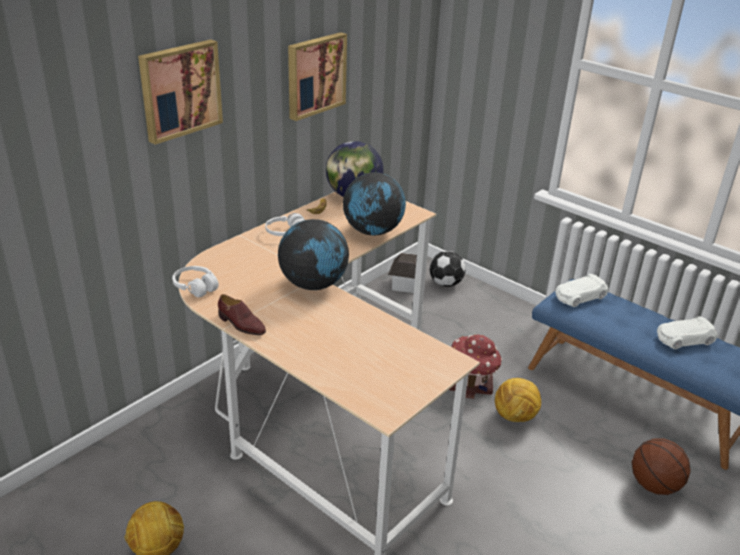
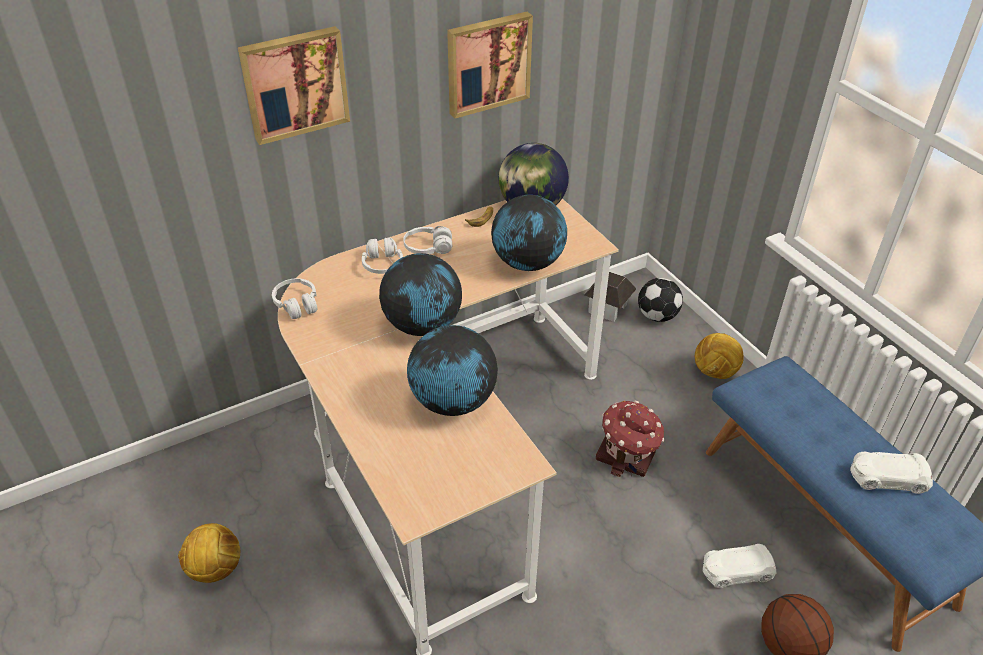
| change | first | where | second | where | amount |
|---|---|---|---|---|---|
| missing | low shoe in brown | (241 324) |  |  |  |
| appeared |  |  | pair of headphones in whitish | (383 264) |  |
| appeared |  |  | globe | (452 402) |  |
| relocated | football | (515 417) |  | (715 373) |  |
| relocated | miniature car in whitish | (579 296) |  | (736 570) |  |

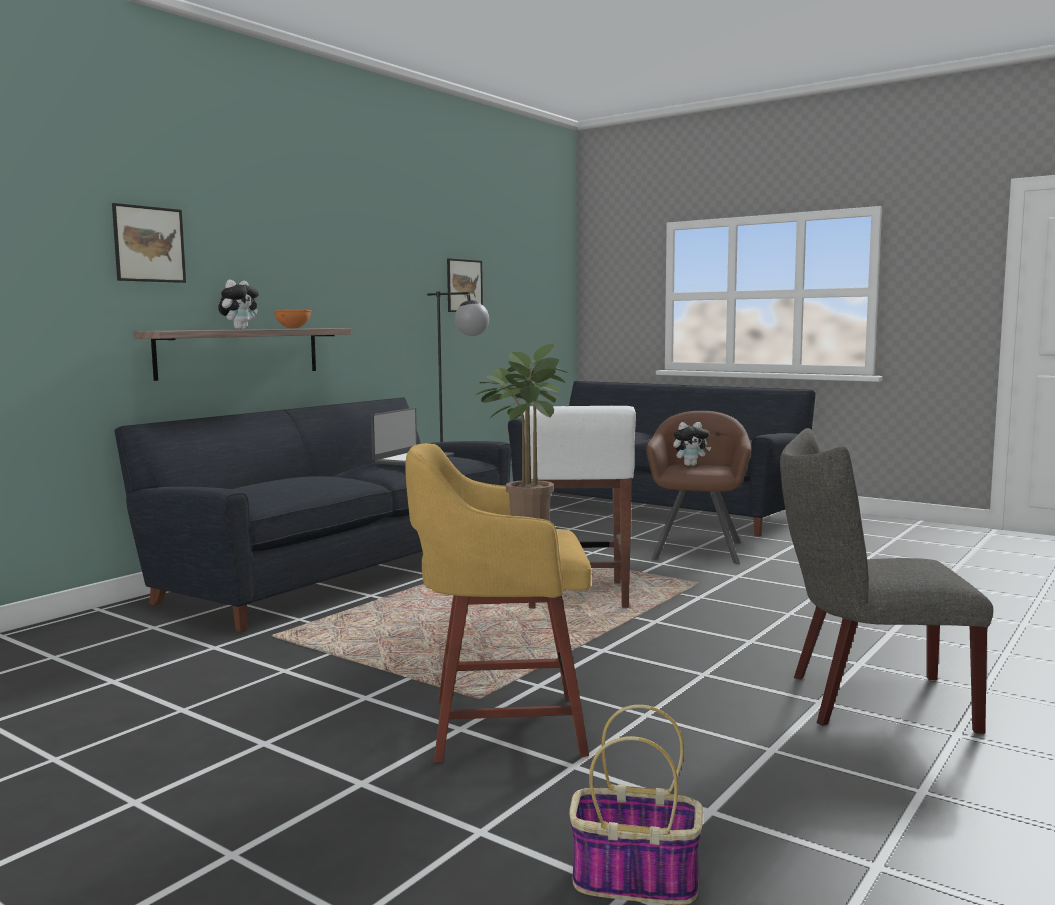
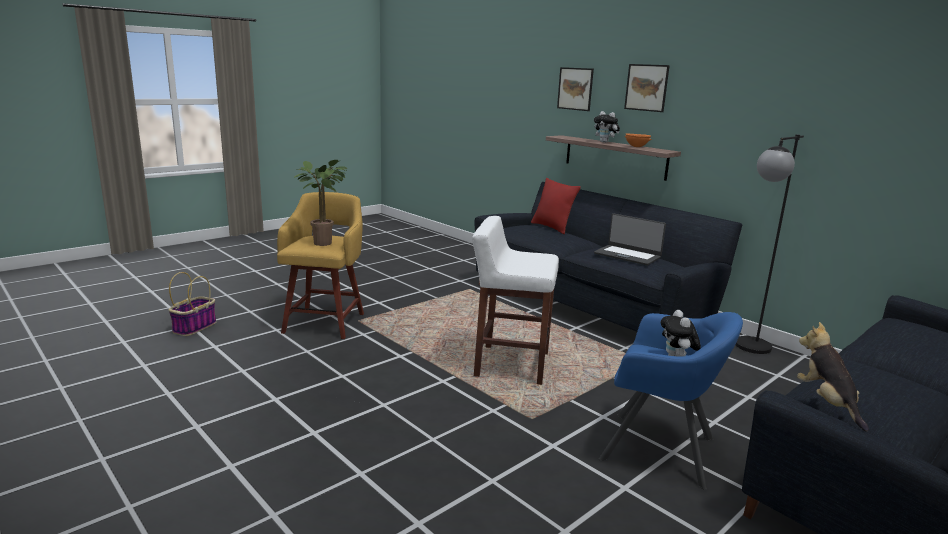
| change | first | where | second | where | amount |
|---|---|---|---|---|---|
| missing | chair in grey | (868 701) |  |  |  |
| appeared |  |  | cushion in red | (552 227) |  |
| appeared |  |  | soft toy | (827 403) |  |
| relocated | picture | (464 285) |  | (646 87) |  |
| colour | armchair in brown | (698 550) | armchair in blue-coloured | (659 449) |  |

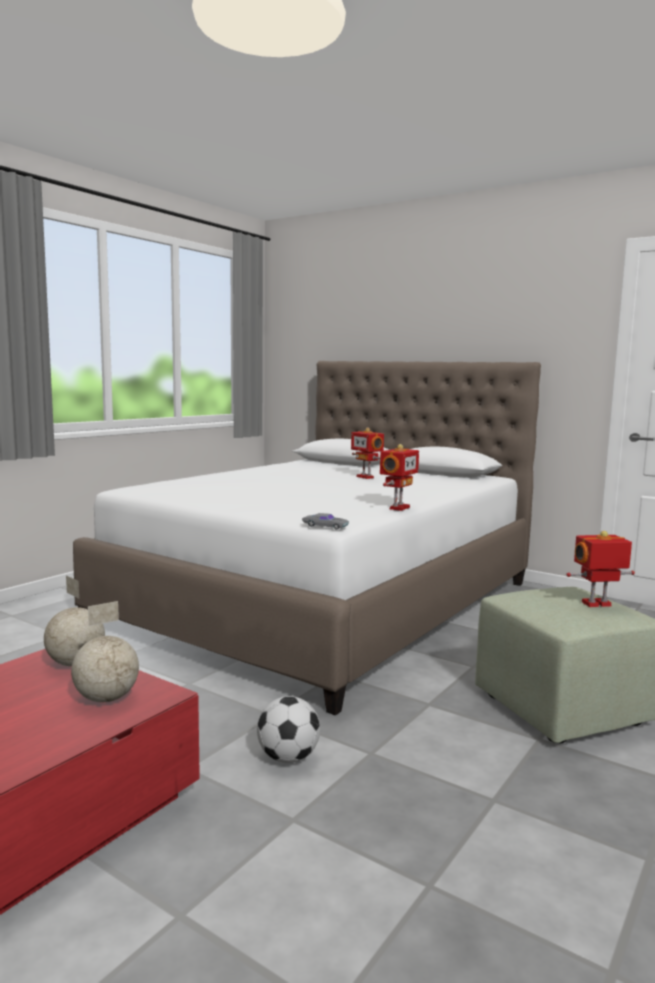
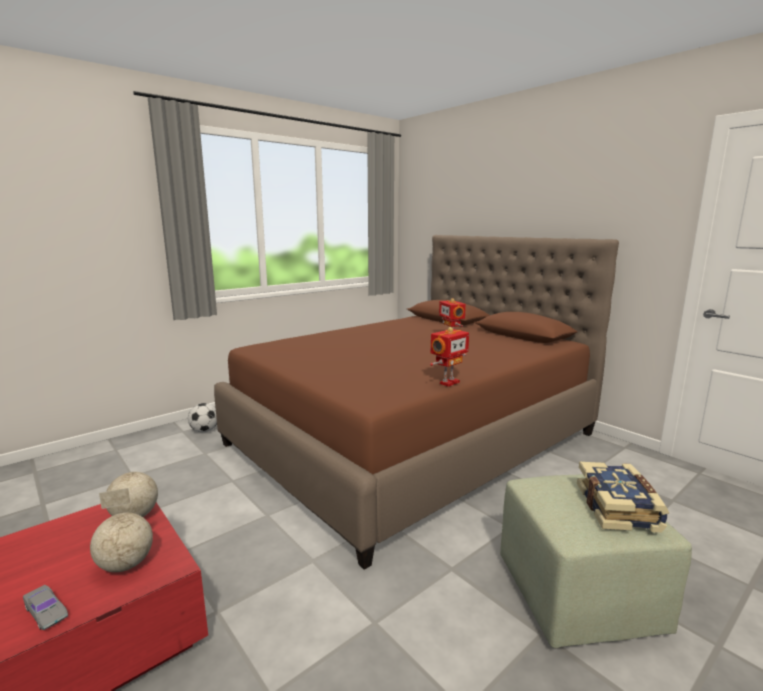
| change | first | where | second | where | amount |
|---|---|---|---|---|---|
| relocated | football | (288 758) |  | (204 430) |  |
| relocated | miniature car in grey | (325 526) |  | (46 611) |  |
| exchanged | robot figure | (597 604) | book | (619 508) |  |
| colour | bed in whitish | (325 602) | bed in brown | (412 439) |  |

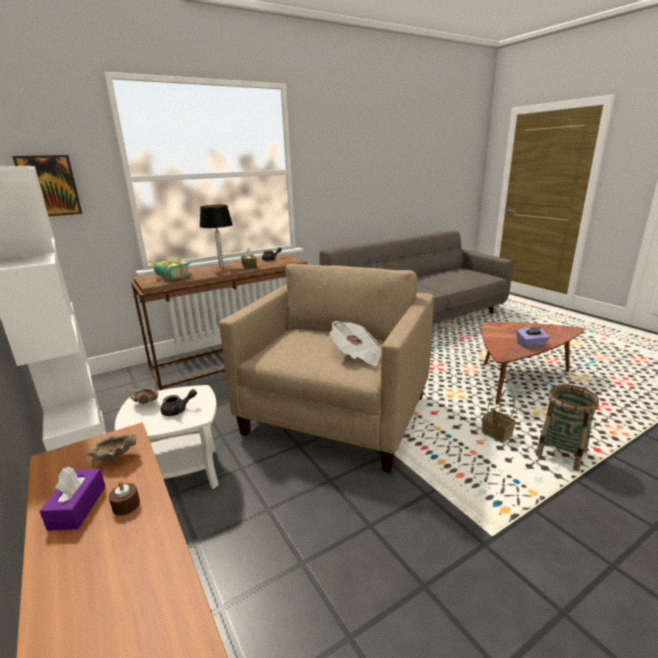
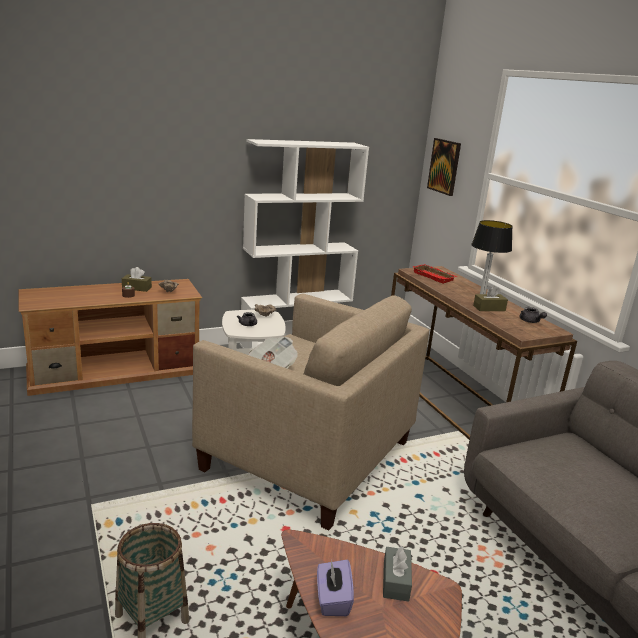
| change | first | where | second | where | amount |
|---|---|---|---|---|---|
| missing | household basket | (497 434) |  |  |  |
| appeared |  |  | tissue holder in grey | (396 581) |  |
| exchanged | book | (170 278) | tray in red | (434 276) |  |
| colour | tissue holder in purple-coloured | (78 507) | tissue holder in brown | (136 288) |  |

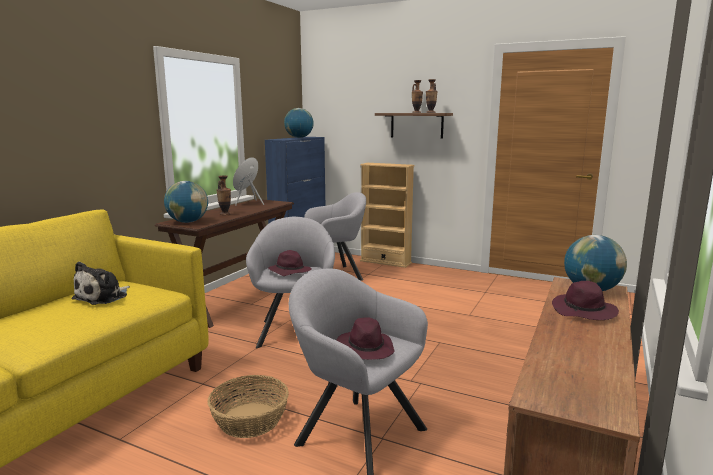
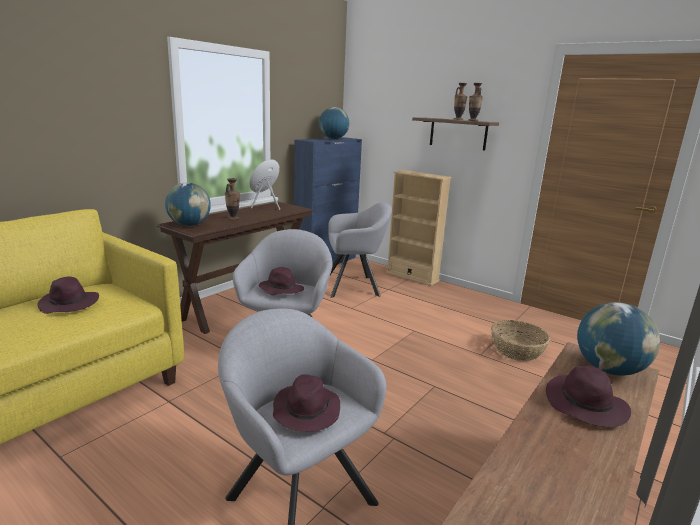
| change | first | where | second | where | amount |
|---|---|---|---|---|---|
| relocated | household basket | (250 420) |  | (517 350) |  |
| exchanged | soft toy | (103 297) | clothing hat in purple-coloured | (70 304) |  |

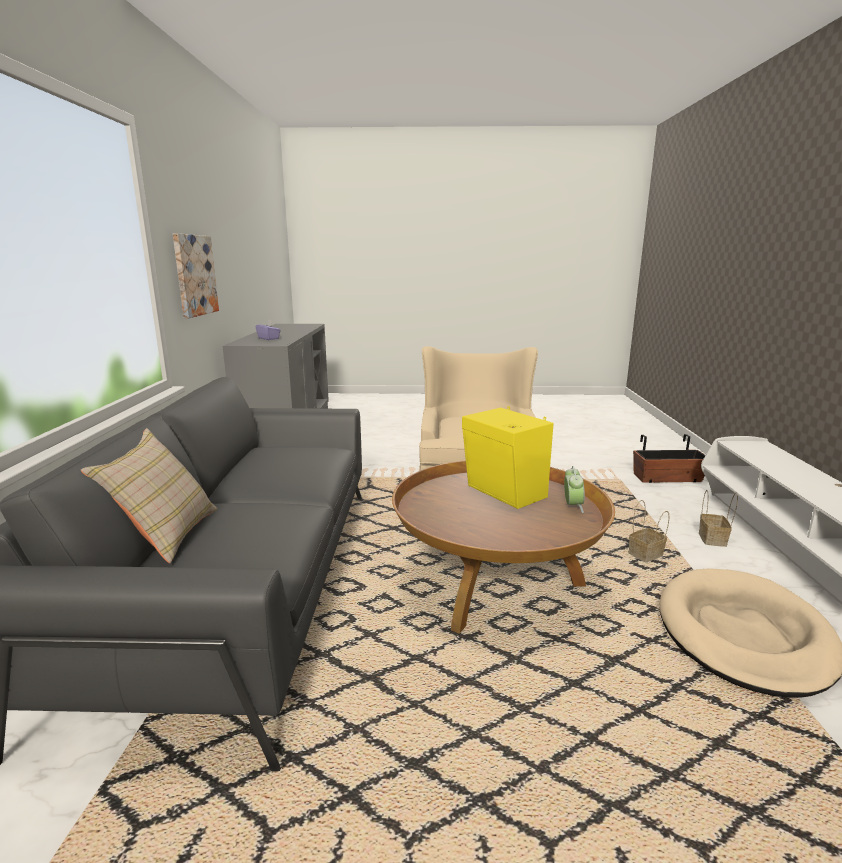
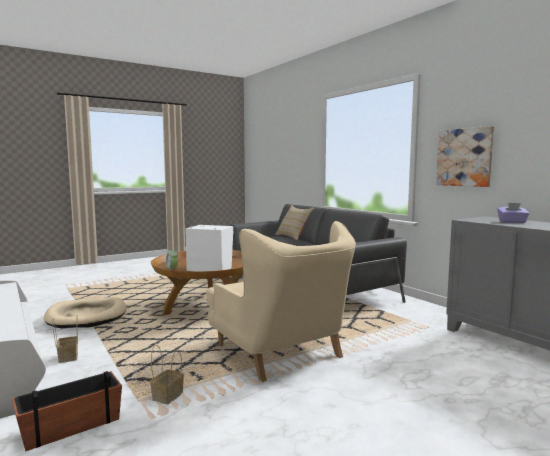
| change | first | where | second | where | amount |
|---|---|---|---|---|---|
| relocated | household basket | (645 556) |  | (168 395) |  |
| colour | loudspeaker in yellow-coloured | (505 493) | loudspeaker in whitish | (209 268) |  |

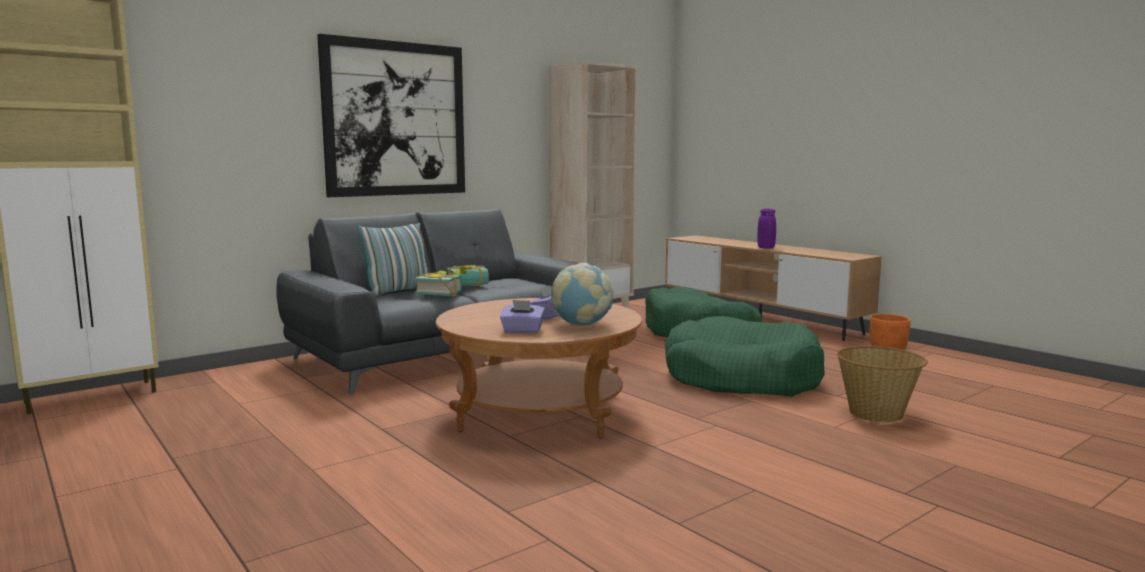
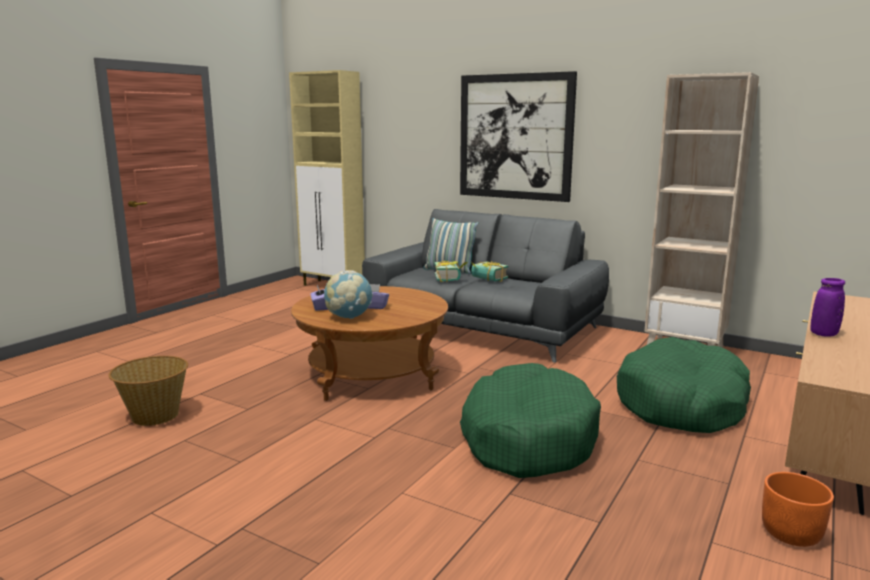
| change | first | where | second | where | amount |
|---|---|---|---|---|---|
| relocated | household basket | (877 413) |  | (154 416) |  |

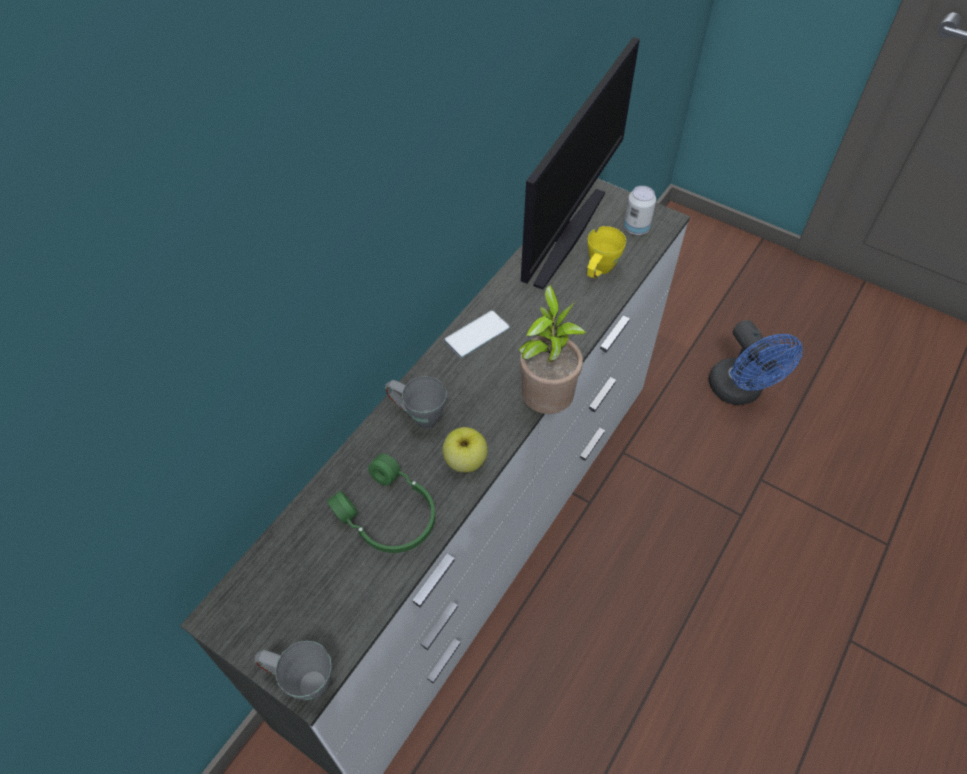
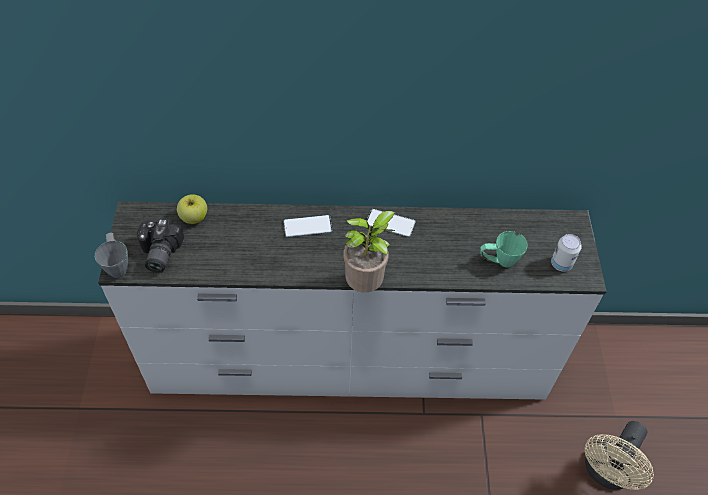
| change | first | where | second | where | amount |
|---|---|---|---|---|---|
| missing | pair of headphones in greenish | (388 516) |  |  |  |
| missing | monitor | (565 236) |  |  |  |
| appeared |  |  | photo camera | (158 254) |  |
| relocated | whole apple | (465 461) |  | (194 217) |  |
| exchanged | tea mug in grey | (417 415) | telephone | (308 226) |  |
| colour | tea mug in yellow-coloured | (598 273) | tea mug in greenish | (498 261) |  |
| colour | electric fan in blue-coloured | (740 392) | electric fan in beige | (605 473) |  |

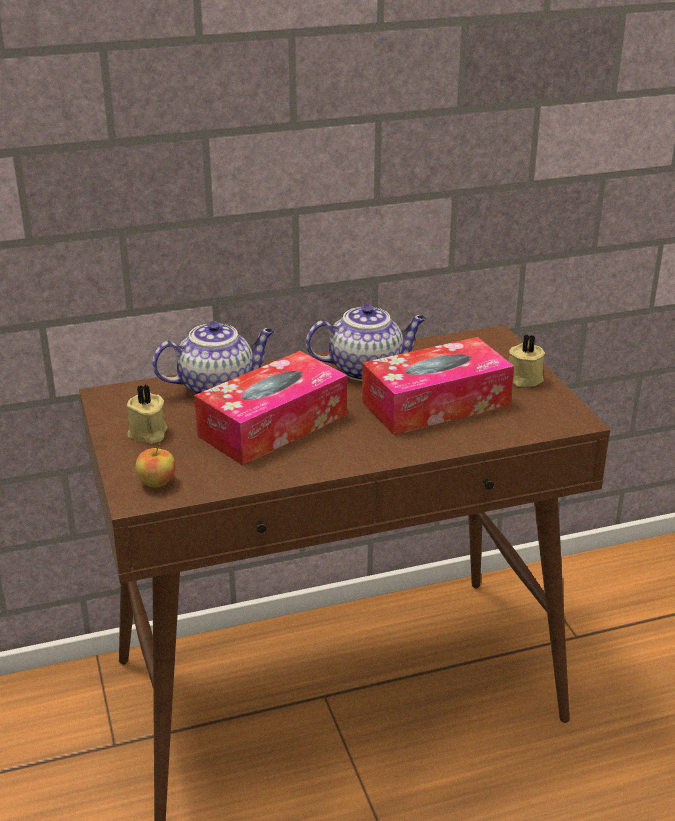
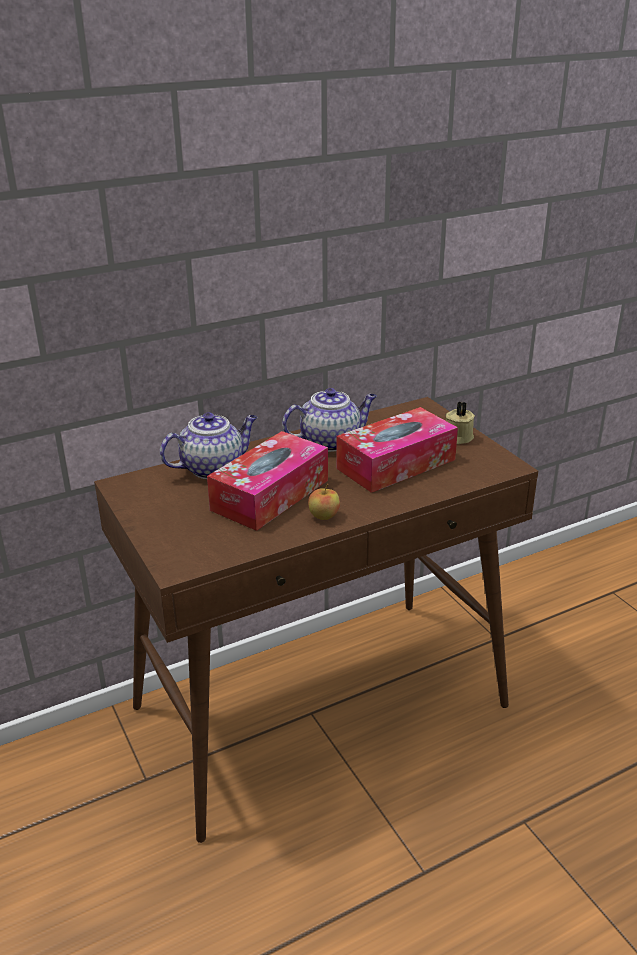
| change | first | where | second | where | amount |
|---|---|---|---|---|---|
| missing | wax candle in beige | (148 434) |  |  |  |
| relocated | whole apple | (157 483) |  | (324 516) |  |

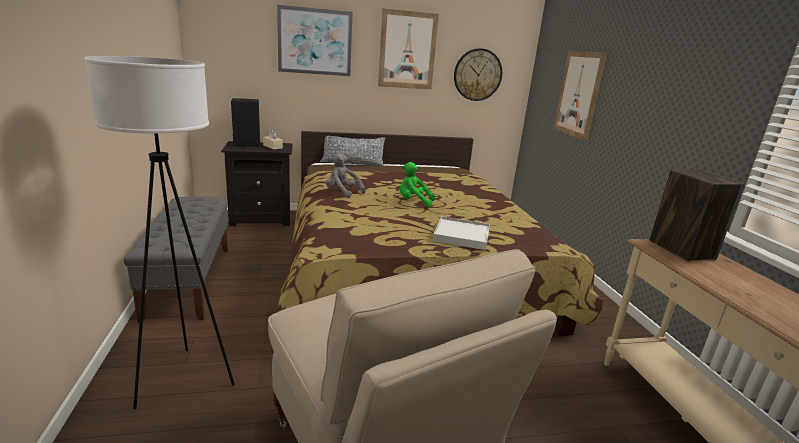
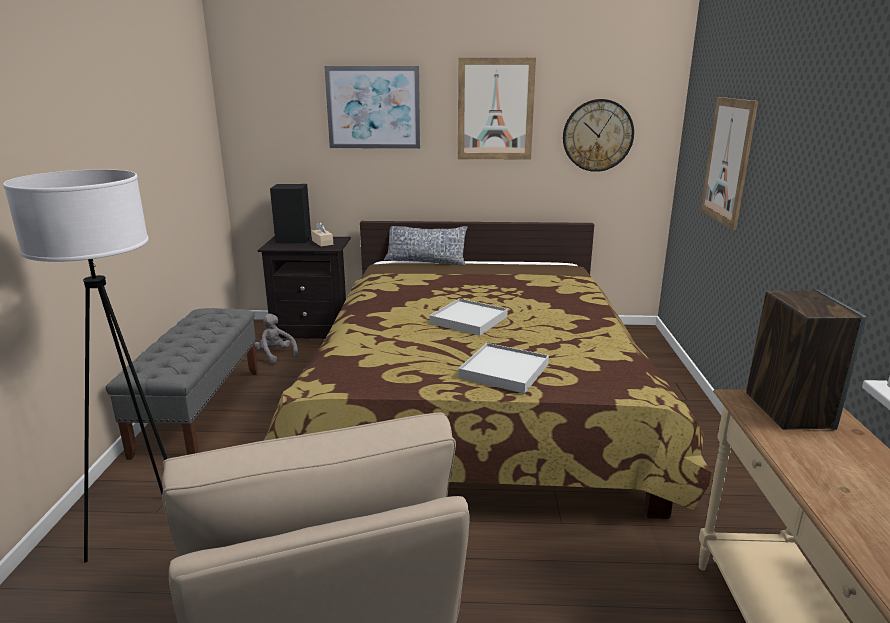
| change | first | where | second | where | amount |
|---|---|---|---|---|---|
| relocated | soft toy in grey | (342 192) |  | (275 355) |  |
| exchanged | soft toy in greenish | (413 202) | tray in whitish | (468 320) |  |

